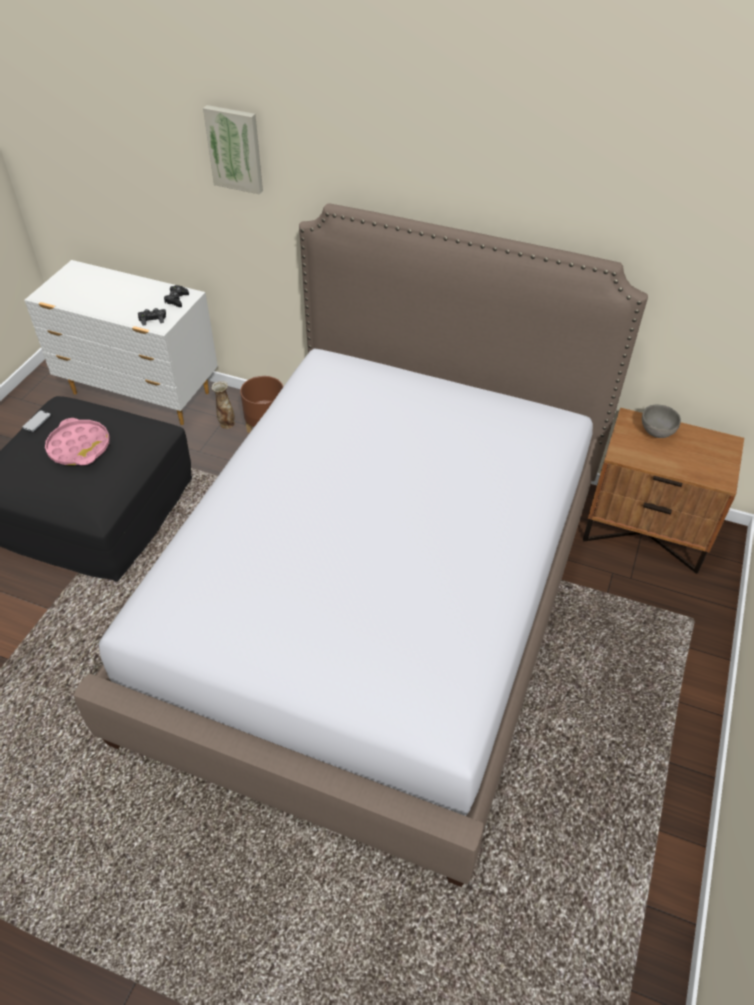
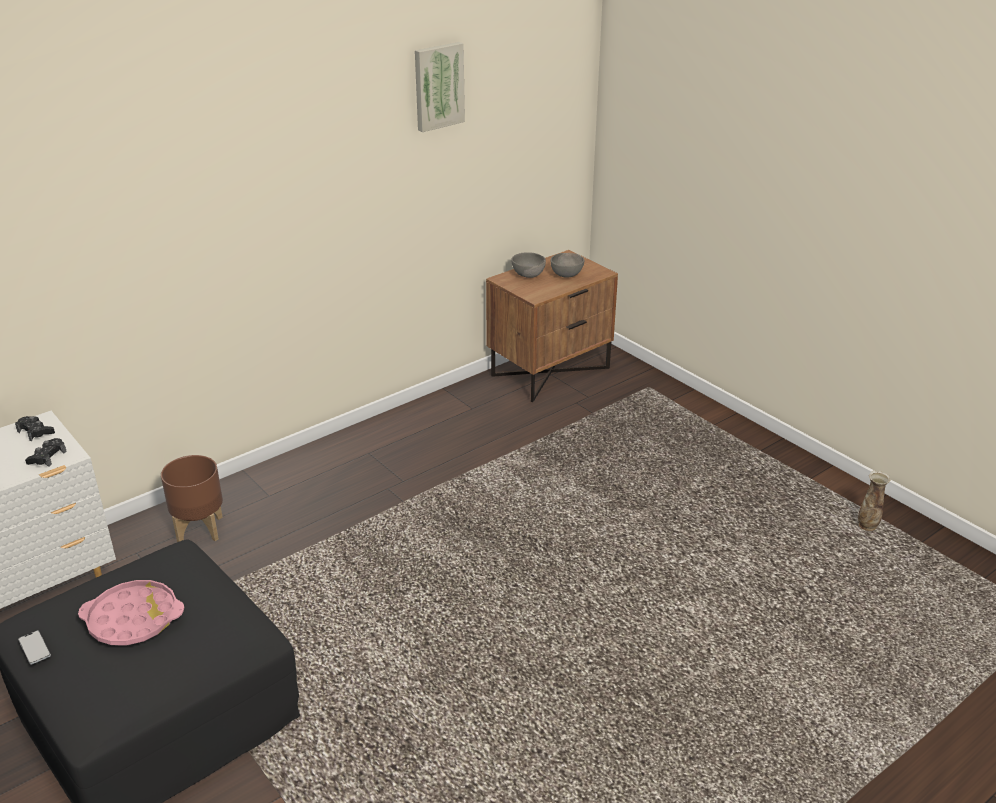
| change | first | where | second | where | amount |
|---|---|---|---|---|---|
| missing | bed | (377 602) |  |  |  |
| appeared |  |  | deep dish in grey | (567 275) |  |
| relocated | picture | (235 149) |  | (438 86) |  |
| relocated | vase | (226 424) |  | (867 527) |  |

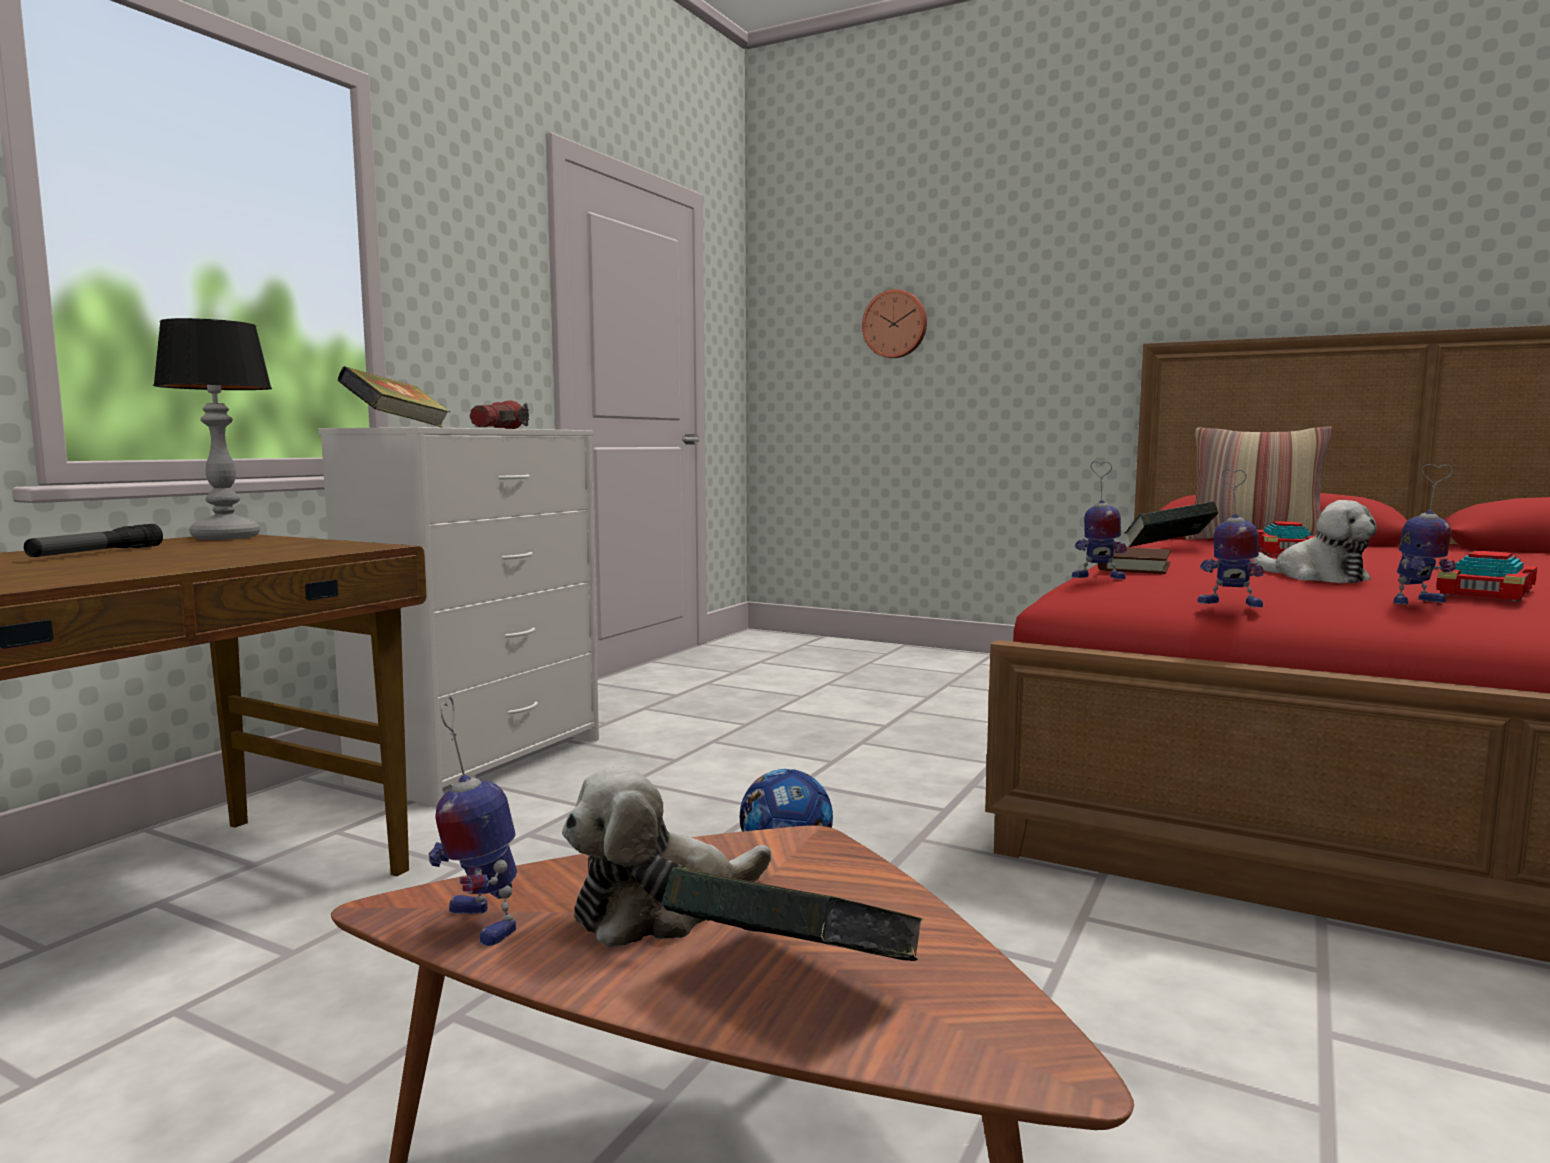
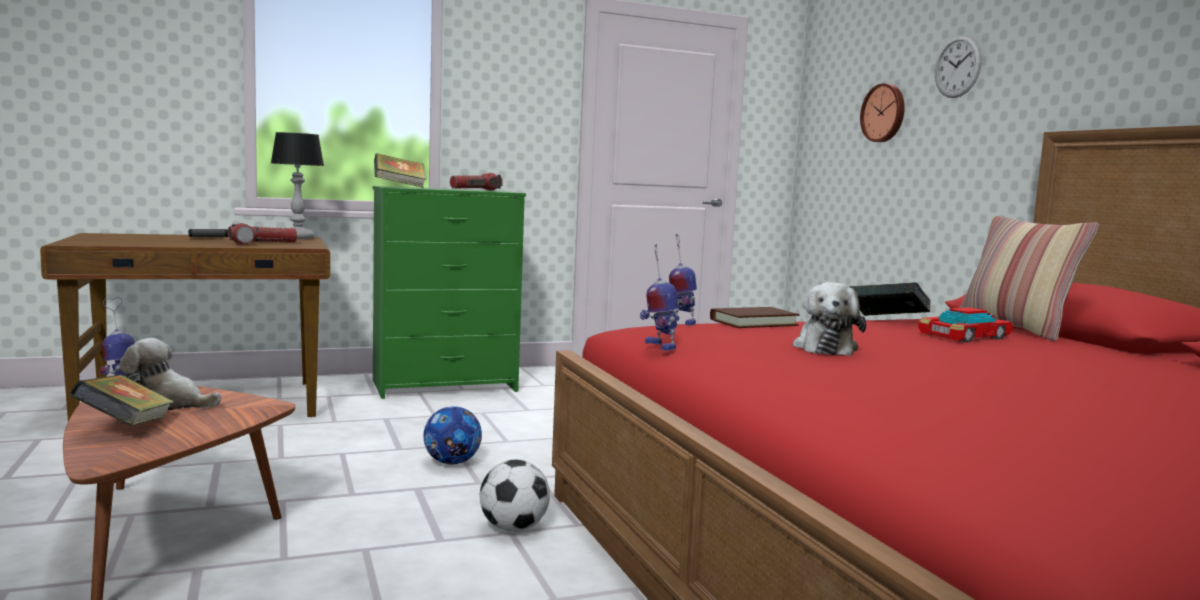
| change | first | where | second | where | amount |
|---|---|---|---|---|---|
| missing | robot figure | (1416 602) |  |  |  |
| missing | miniature car | (1488 593) |  |  |  |
| appeared |  |  | torch | (263 243) |  |
| appeared |  |  | football | (513 528) |  |
| appeared |  |  | wall clock | (957 66) |  |
| colour | chest of drawers in whitish | (481 760) | chest of drawers in greenish | (446 385) |  |

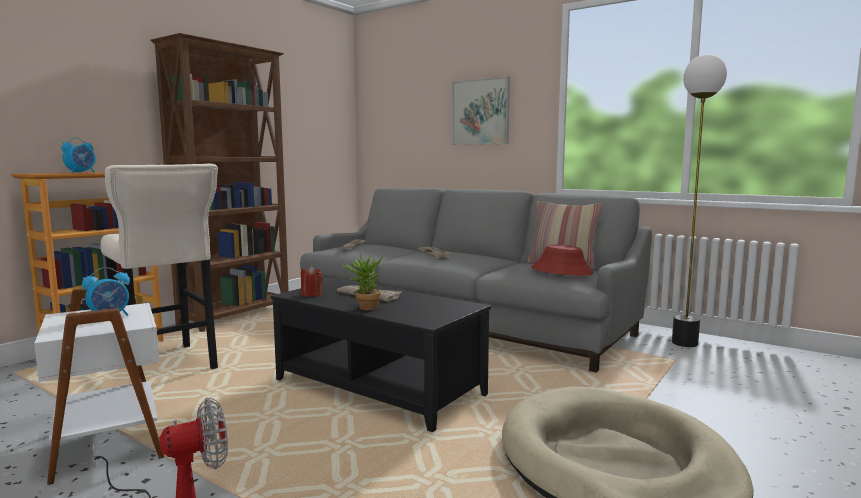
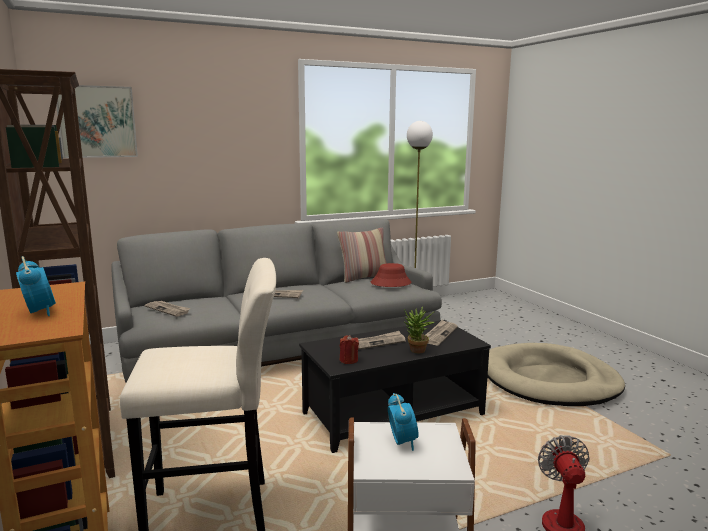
| change | first | where | second | where | amount |
|---|---|---|---|---|---|
| appeared |  |  | daily paper | (439 334) |  |
| relocated | picture | (480 112) |  | (97 122) |  |

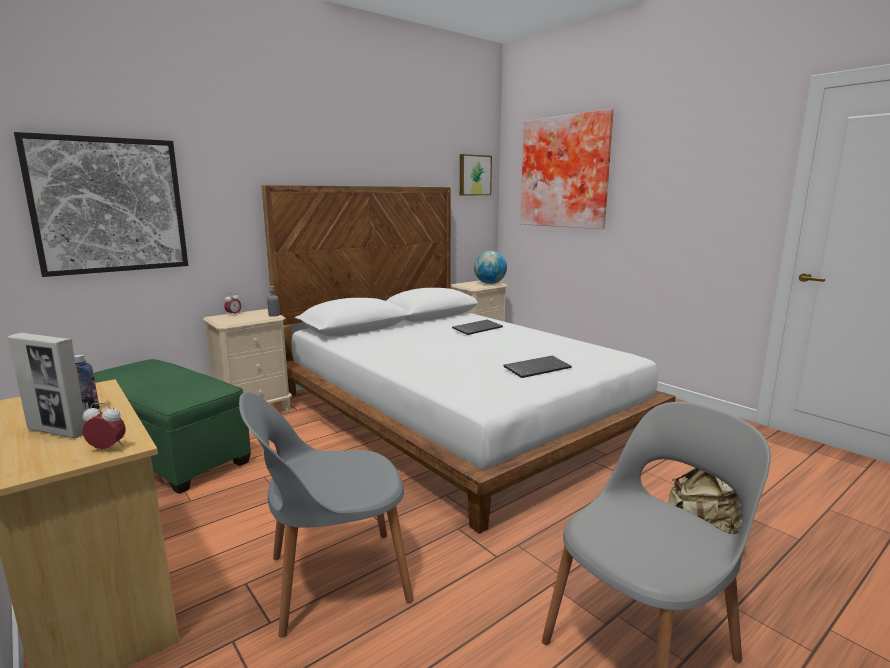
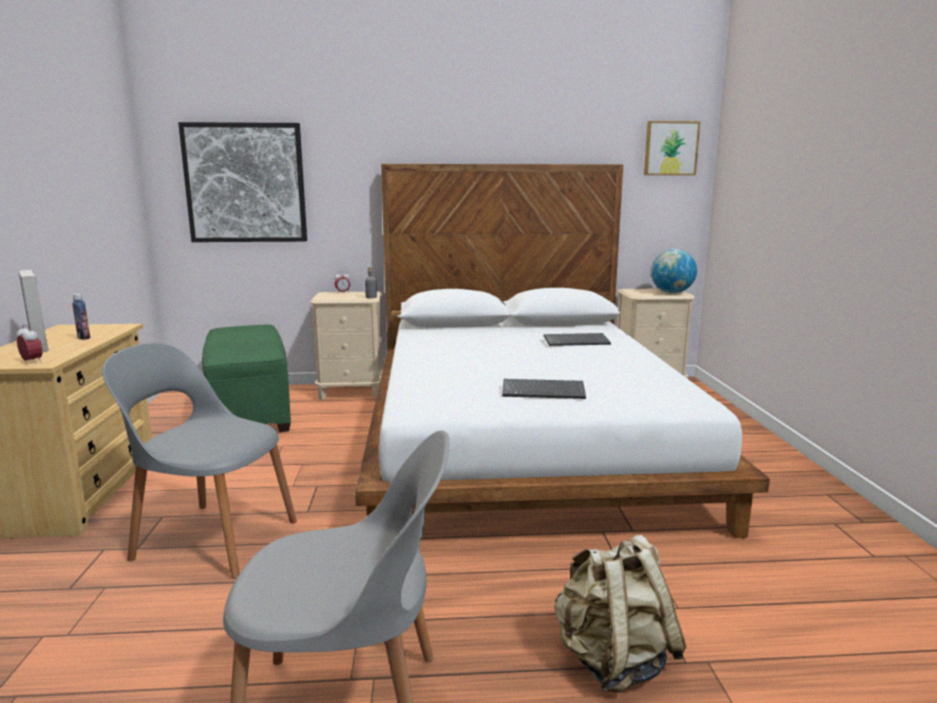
| change | first | where | second | where | amount |
|---|---|---|---|---|---|
| missing | picture | (566 172) |  |  |  |

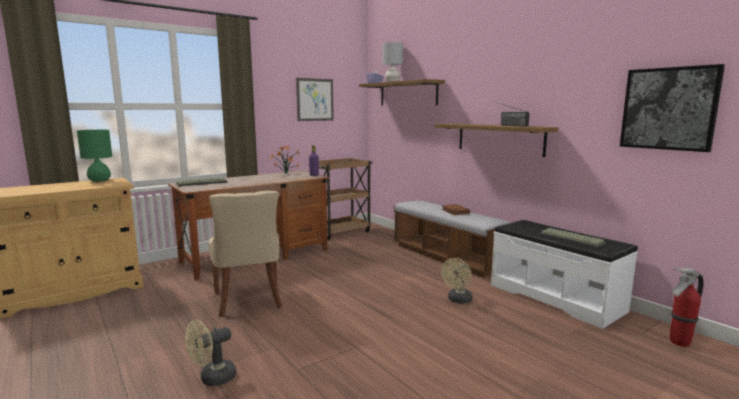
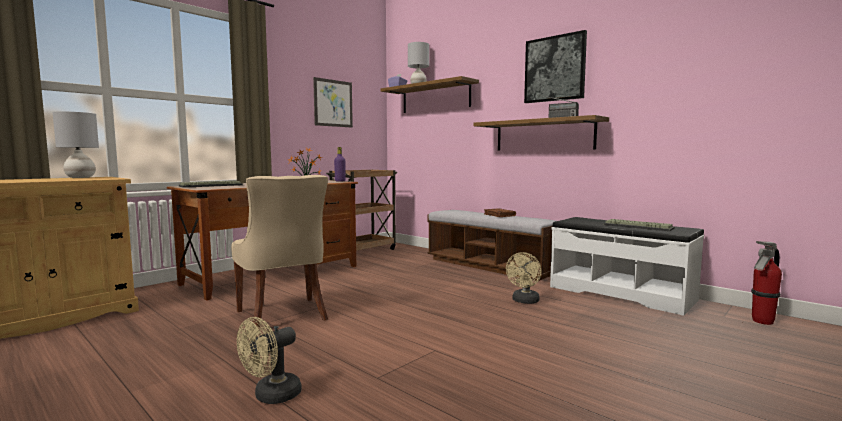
| change | first | where | second | where | amount |
|---|---|---|---|---|---|
| relocated | picture | (668 109) |  | (555 69) |  |
| colour | lamp for a table in greenish | (99 180) | lamp for a table in grey | (80 177) |  |

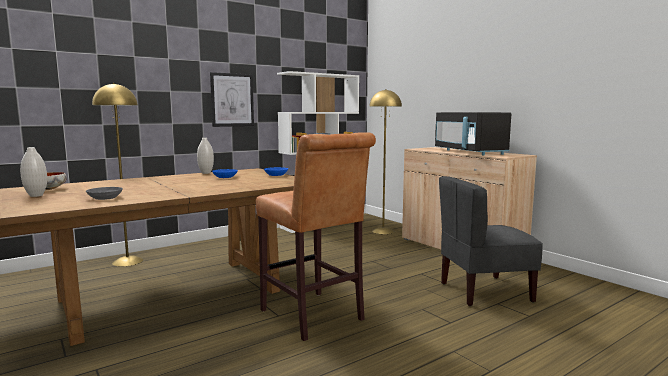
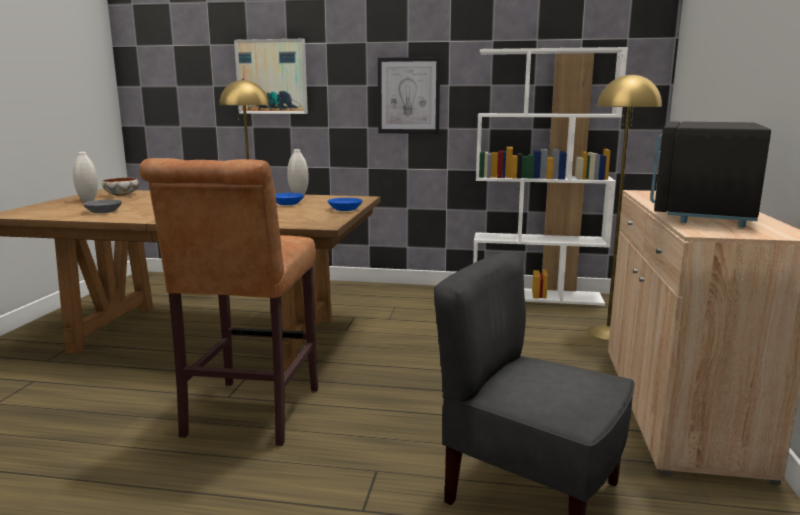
| change | first | where | second | where | amount |
|---|---|---|---|---|---|
| appeared |  |  | picture | (272 77) |  |

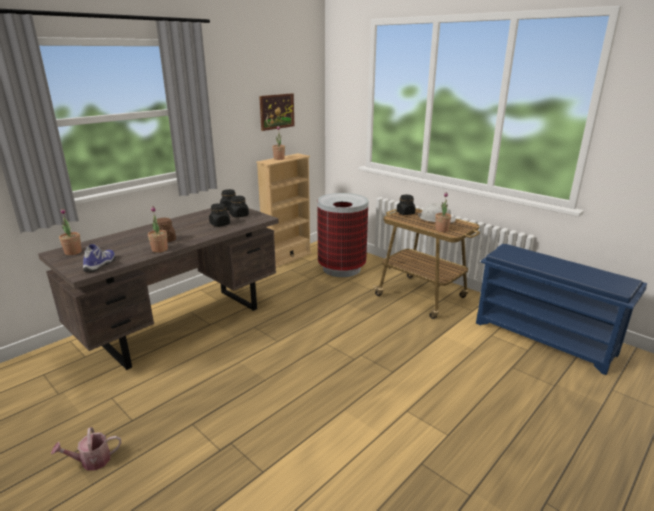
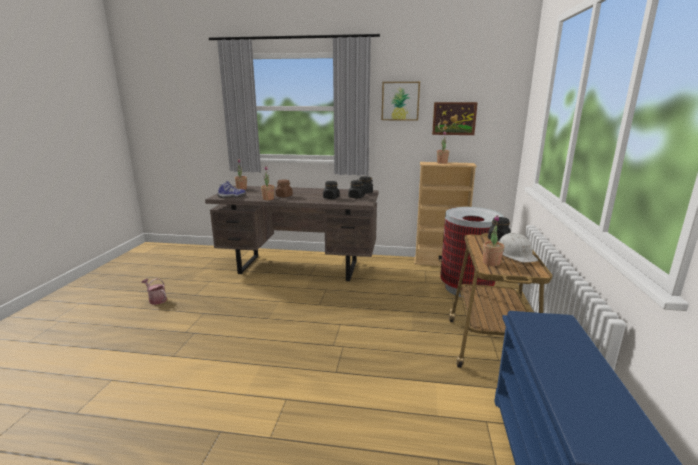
| change | first | where | second | where | amount |
|---|---|---|---|---|---|
| appeared |  |  | picture | (400 101) |  |

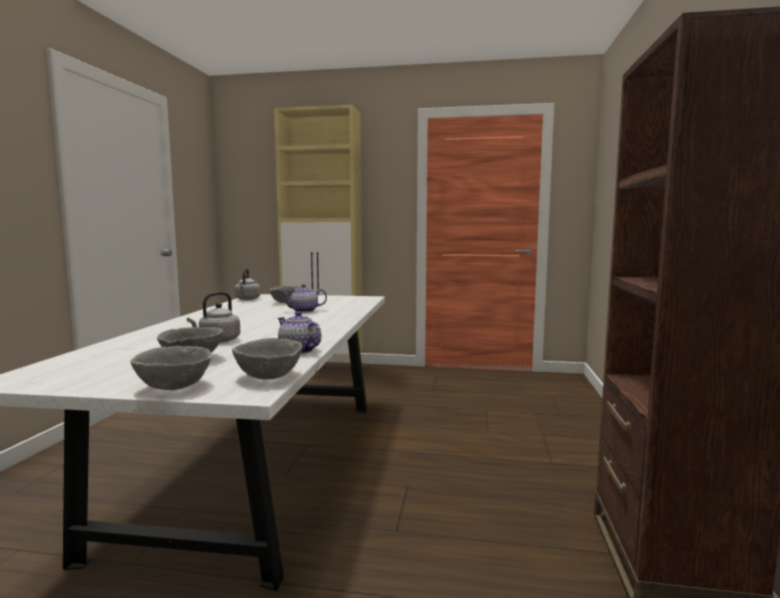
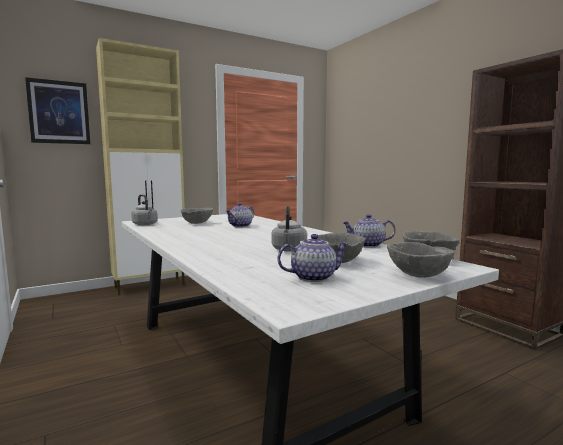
| change | first | where | second | where | amount |
|---|---|---|---|---|---|
| appeared |  |  | picture | (59 112) |  |
| appeared |  |  | tea pot | (313 277) |  |

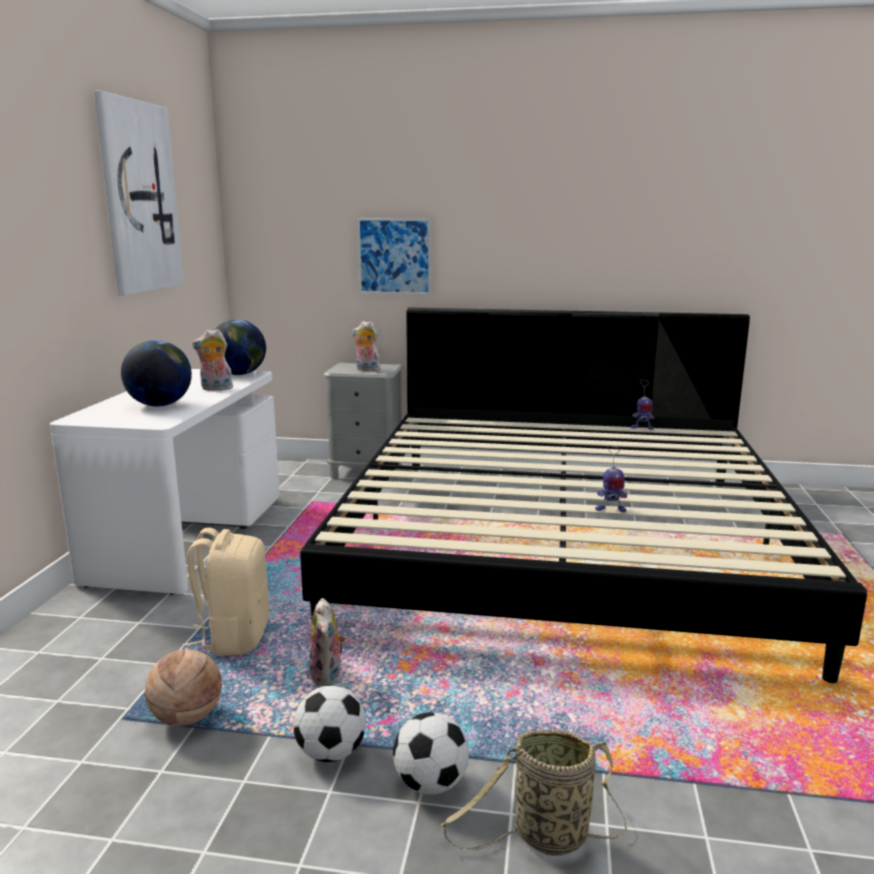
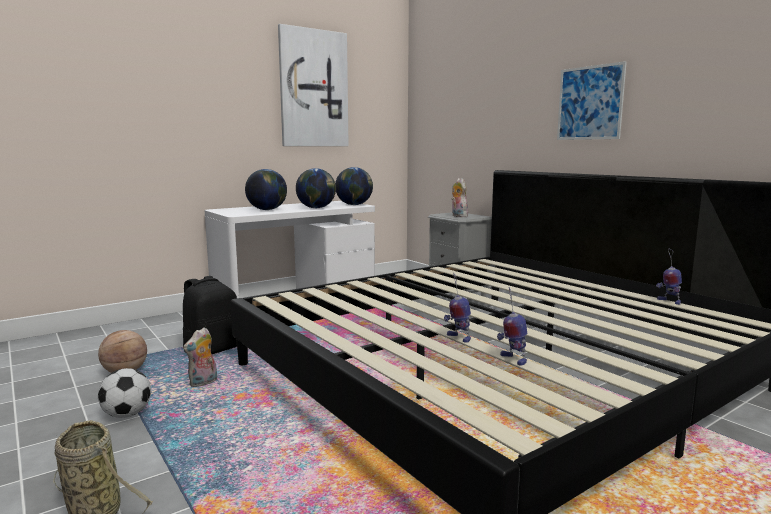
| change | first | where | second | where | amount |
|---|---|---|---|---|---|
| missing | football | (431 783) |  |  |  |
| appeared |  |  | robot figure | (512 359) |  |
| relocated | picture | (394 256) |  | (590 103) |  |
| exchanged | soft toy | (215 389) | globe | (316 208) |  |
| colour | knapsack in beige | (234 637) | knapsack in black-coloured | (212 350) |  |

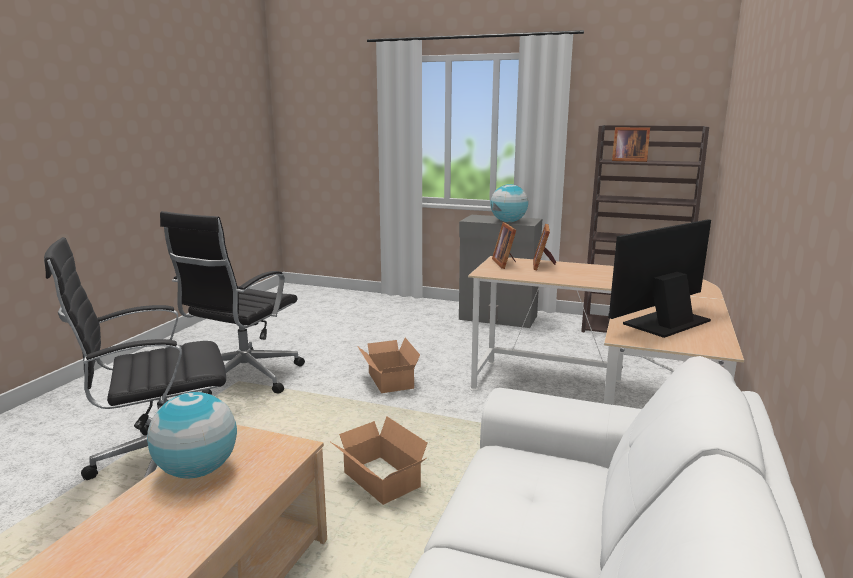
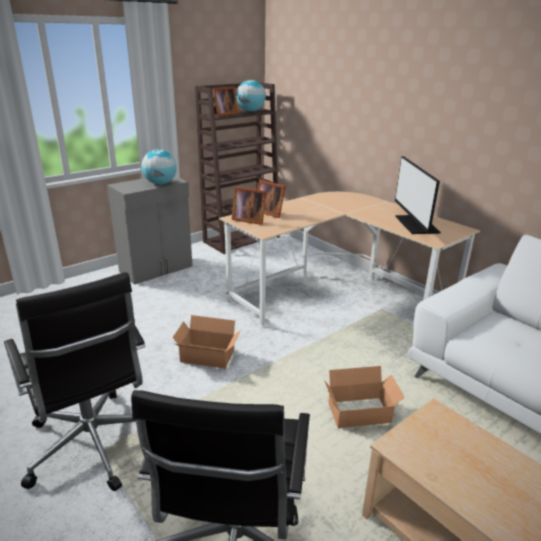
| change | first | where | second | where | amount |
|---|---|---|---|---|---|
| relocated | globe | (197 471) |  | (250 111) |  |

